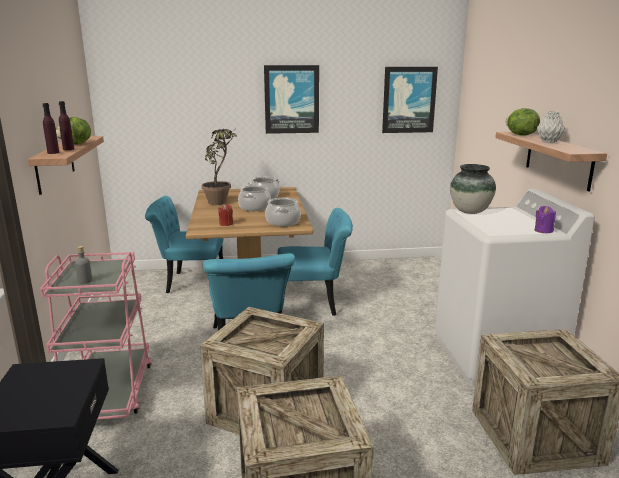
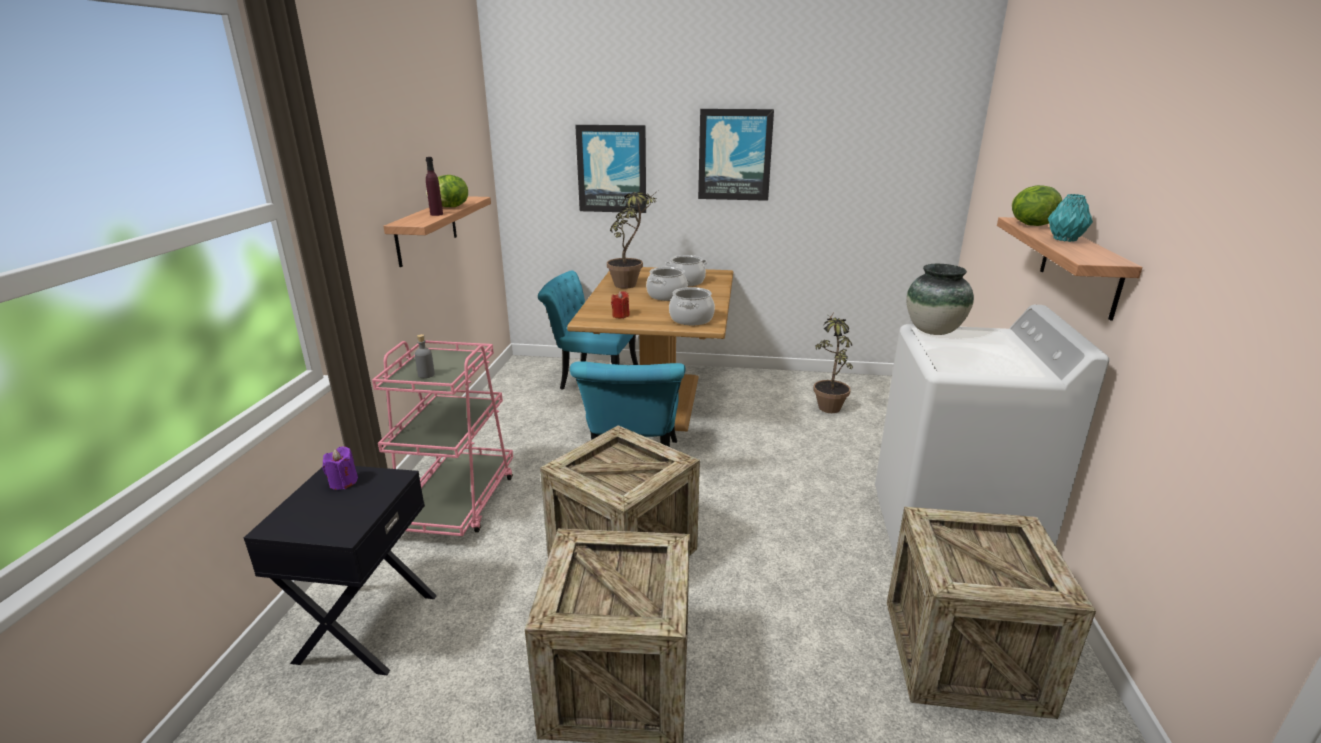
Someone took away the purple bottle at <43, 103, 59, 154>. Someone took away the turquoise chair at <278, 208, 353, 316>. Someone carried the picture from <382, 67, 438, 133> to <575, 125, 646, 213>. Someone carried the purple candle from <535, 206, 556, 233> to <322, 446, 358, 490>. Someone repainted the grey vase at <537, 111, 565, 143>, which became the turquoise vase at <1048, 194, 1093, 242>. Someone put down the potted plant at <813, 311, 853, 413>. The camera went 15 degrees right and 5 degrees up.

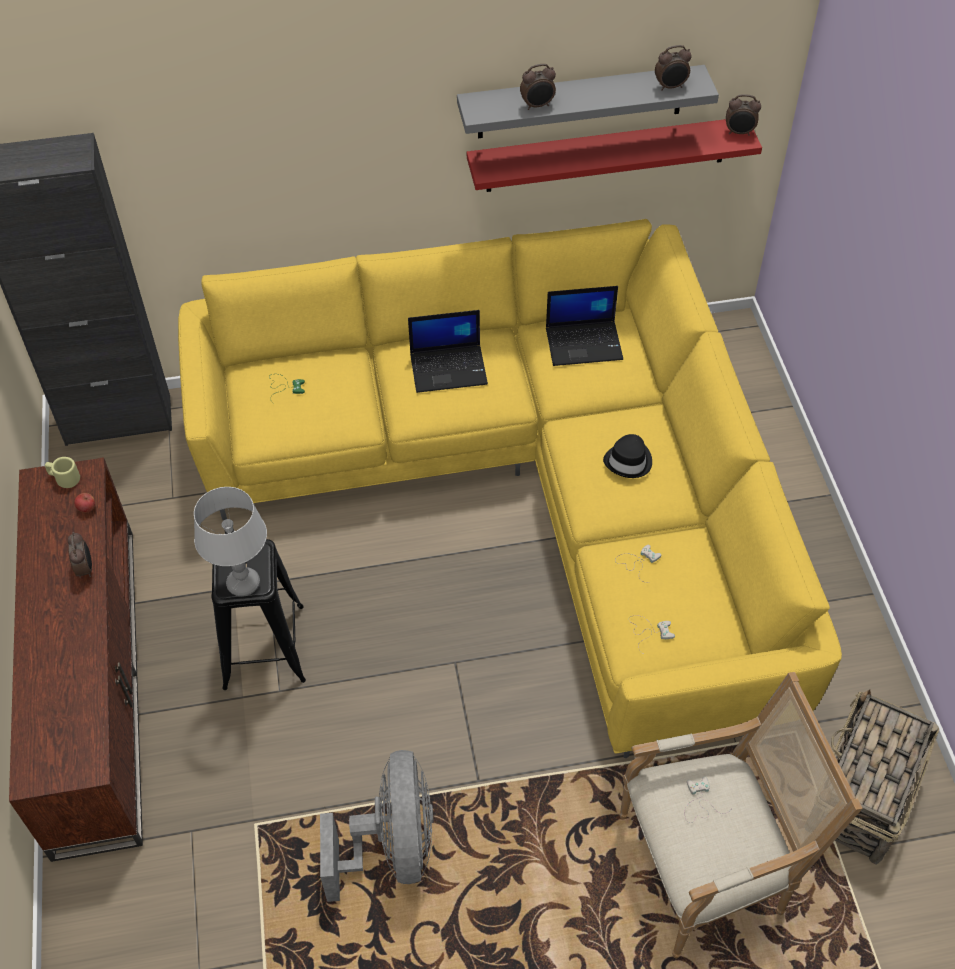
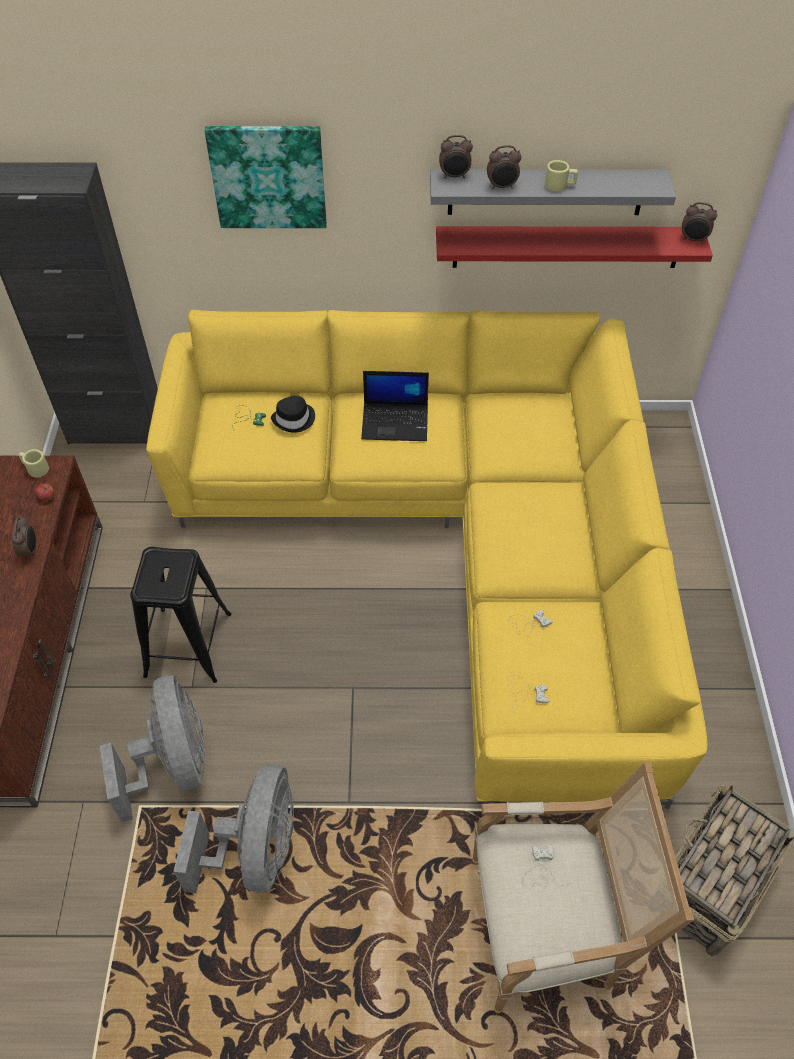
Someone took away the grey table lamp at <194, 487, 267, 597>. Someone took away the laptop at <546, 286, 623, 366>. Someone carried the black hat from <603, 434, 652, 478> to <271, 396, 315, 433>. Someone carried the alarm clock from <655, 45, 692, 91> to <439, 135, 473, 179>. Someone put down the grey fan at <100, 675, 205, 822>. Someone put up the picture at <204, 126, 327, 228>. Someone put down the beige mug at <545, 160, 578, 192>. The camera went 10 degrees right and 0 degrees up.

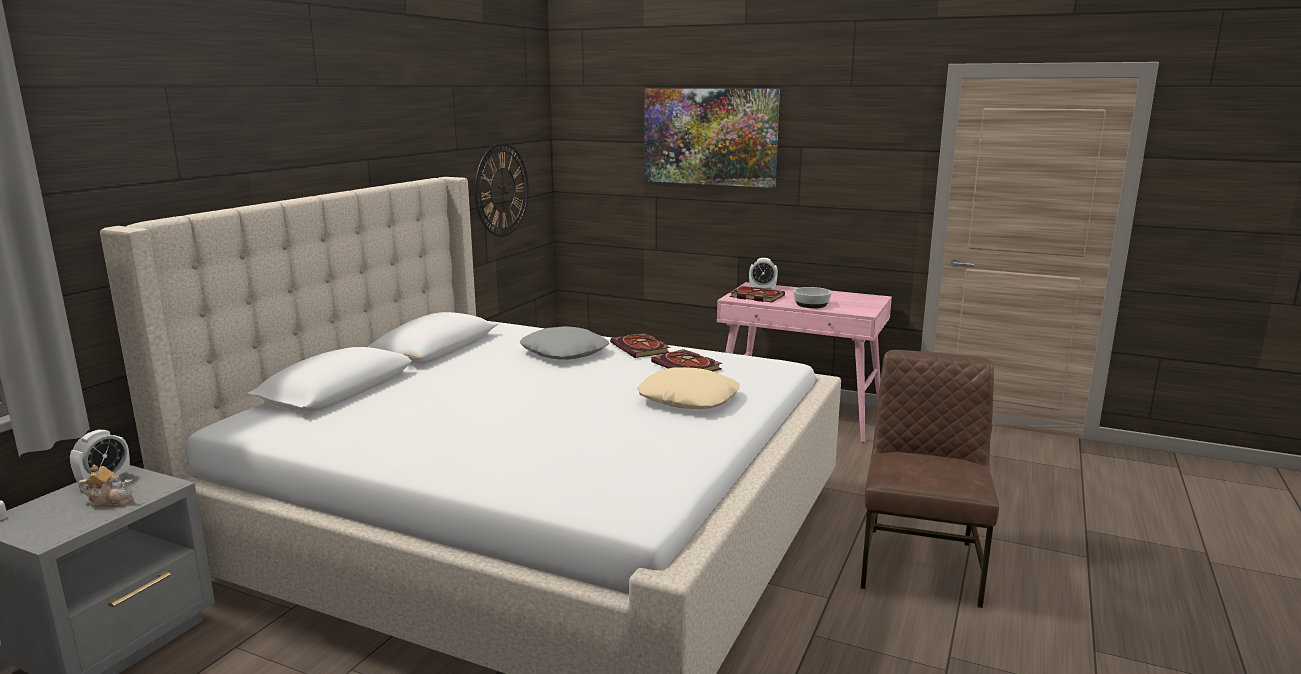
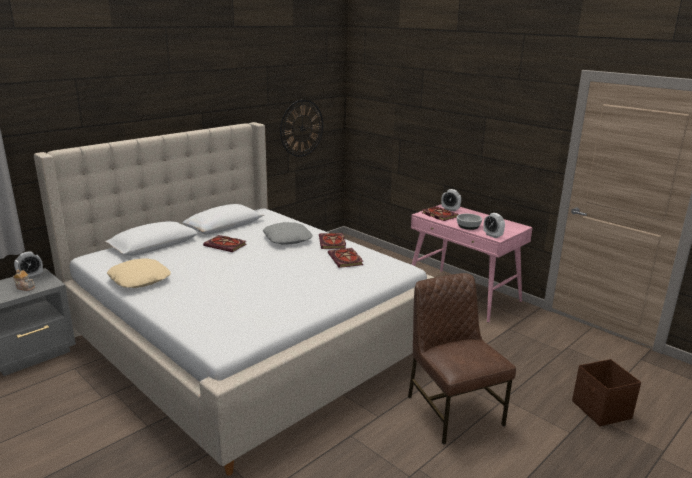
Someone carried the beige pillow from <637, 367, 740, 409> to <107, 258, 171, 288>. Someone took away the picture at <644, 89, 780, 188>. Someone rotated the brown chair at <861, 350, 999, 608> by 60 degrees counterclockwise. Someone put down the book at <203, 235, 247, 252>. Someone put down the alarm clock at <484, 213, 505, 238>. Someone put down the brown storage box at <572, 359, 641, 426>. The camera went 20 degrees right and 5 degrees up.

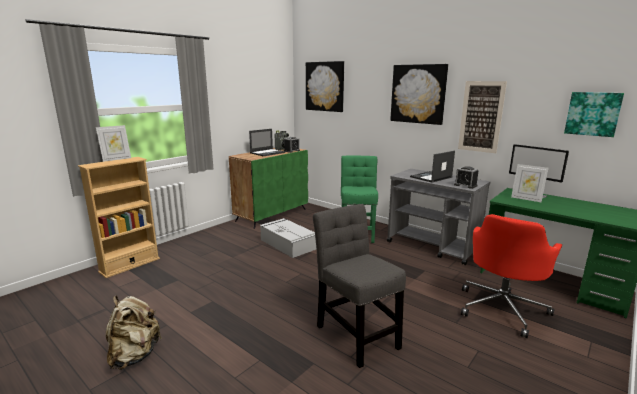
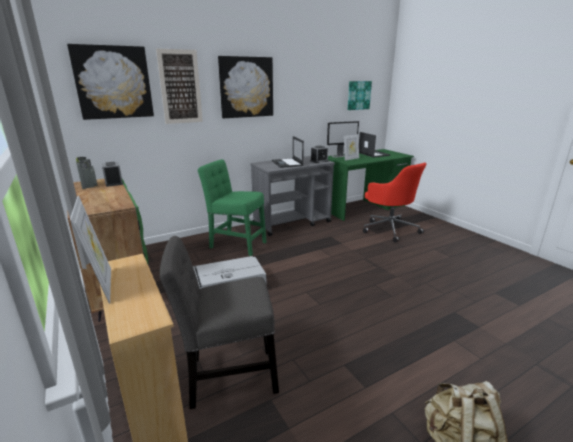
Someone carried the laptop from <249, 129, 285, 156> to <359, 132, 390, 158>. Someone carried the grey chair from <313, 204, 406, 368> to <160, 236, 279, 409>. Someone carried the picture from <458, 81, 507, 153> to <156, 48, 203, 124>. The camera went 70 degrees left and 5 degrees up.

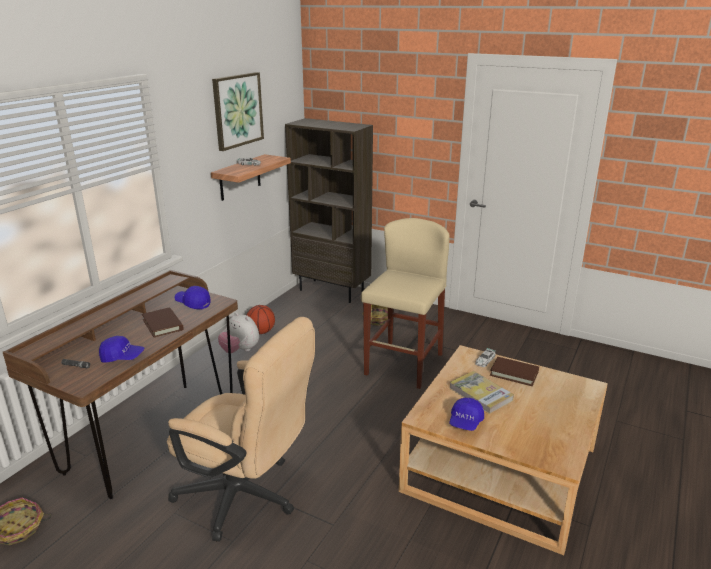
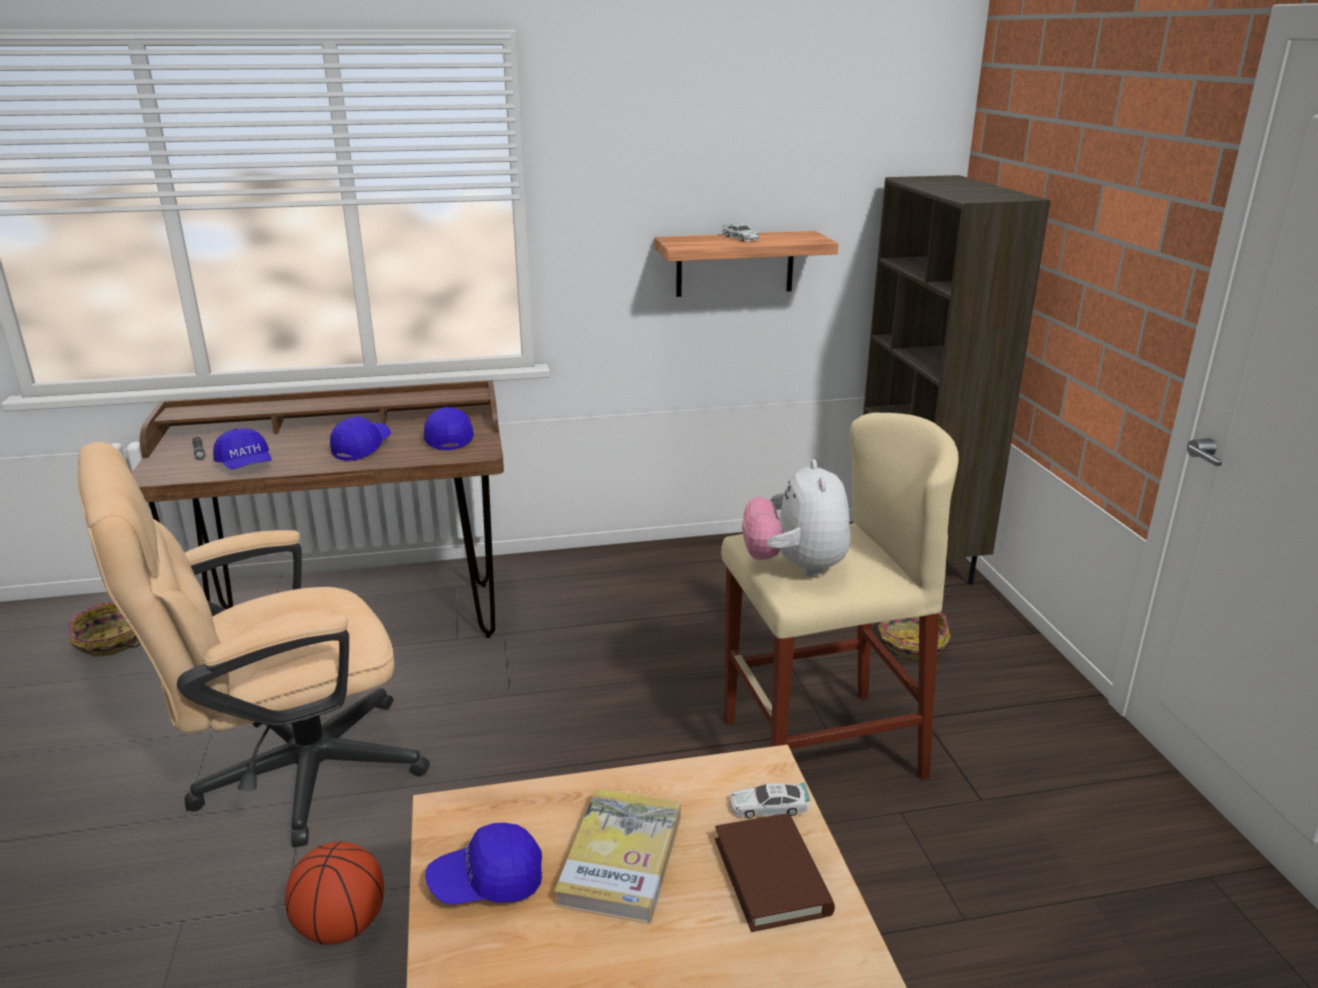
Someone swapped the brown book at <142, 307, 184, 338> for the blue cap at <330, 417, 391, 461>. Someone rotated the beige office chair at <167, 317, 315, 542> by 75 degrees clockwise. Someone took away the picture at <212, 72, 264, 151>. Someone carried the plush toy from <218, 313, 259, 353> to <742, 459, 851, 577>. Someone carried the basketball from <247, 305, 275, 334> to <285, 841, 384, 945>. The camera went 50 degrees right and 0 degrees up.

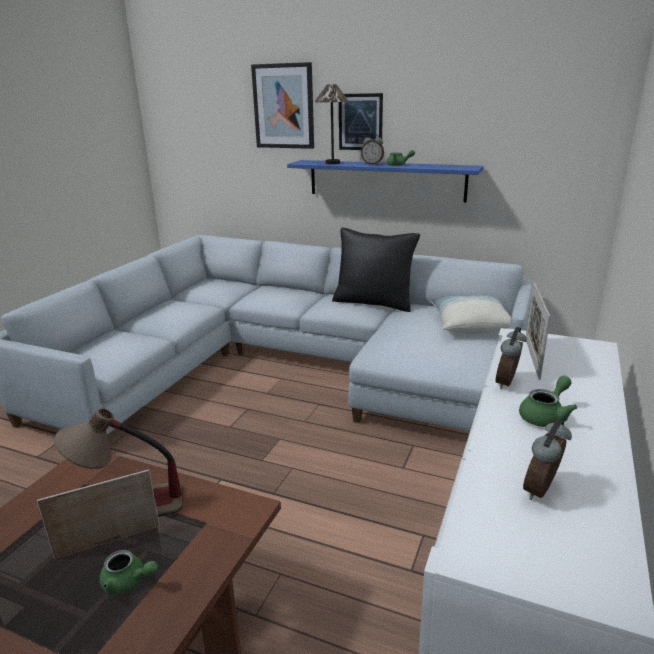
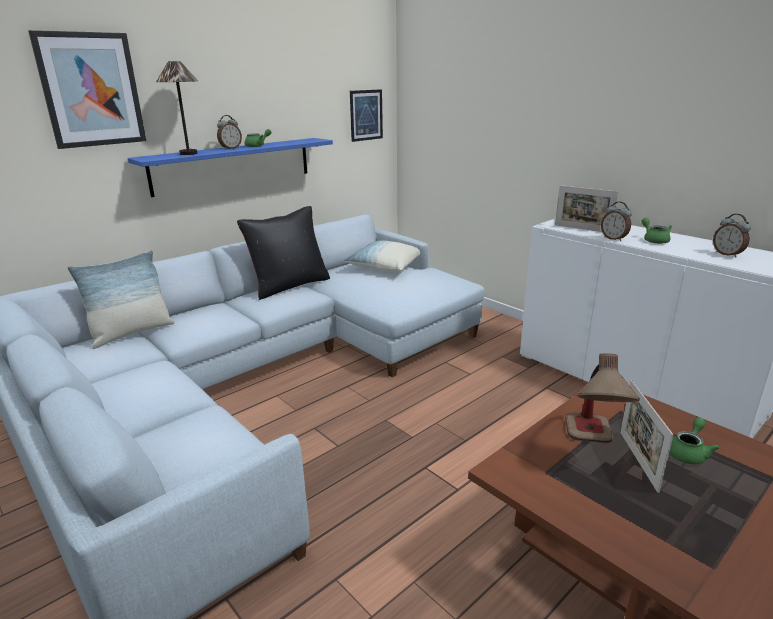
Someone carried the picture from <339, 93, 383, 150> to <350, 89, 383, 142>. Someone put down the pillow at <68, 250, 175, 349>. The camera went 65 degrees left and 0 degrees up.

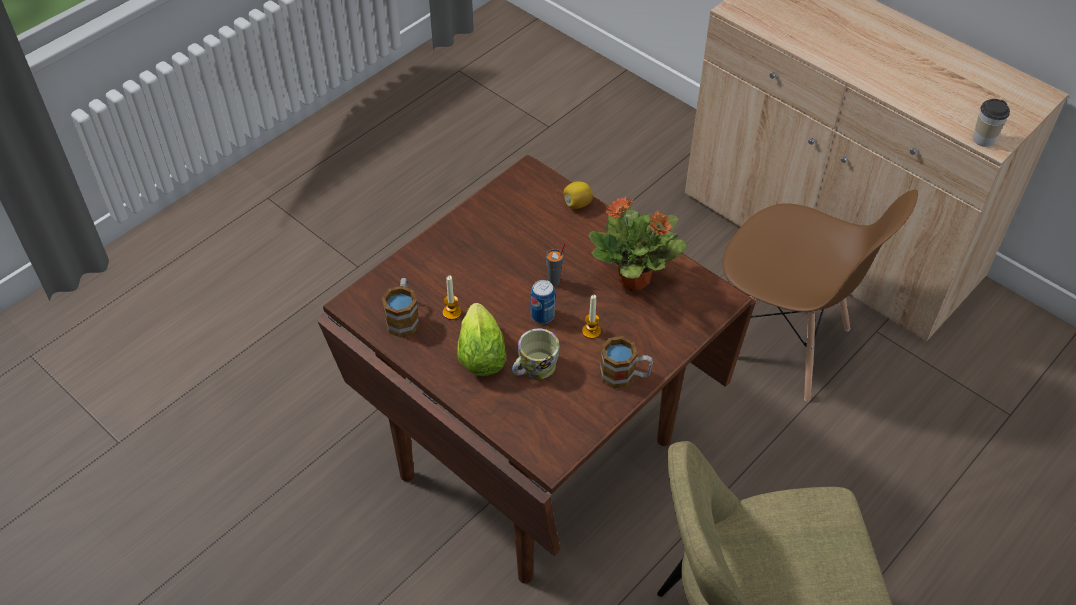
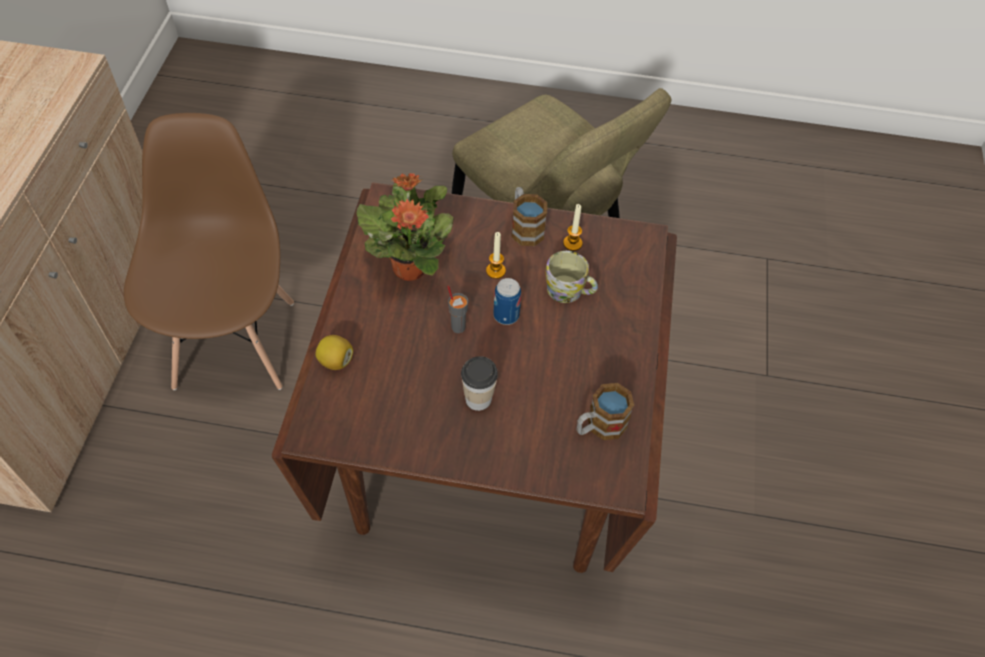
Someone carried the candle from <443, 275, 461, 320> to <563, 204, 583, 251>. Someone took away the lettuce at <457, 303, 506, 376>. Someone carried the cup from <973, 99, 1010, 147> to <461, 356, 498, 411>. The camera went 125 degrees left and 5 degrees up.

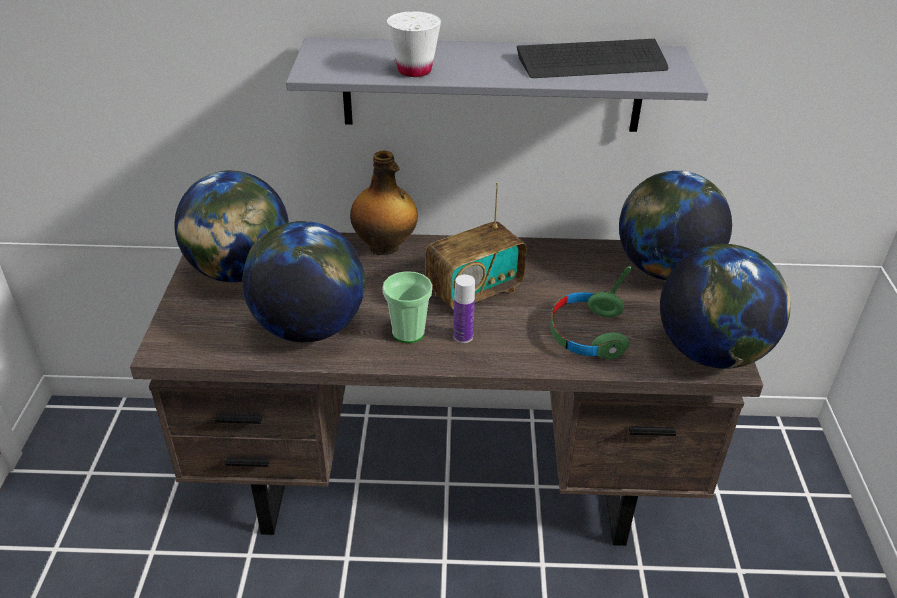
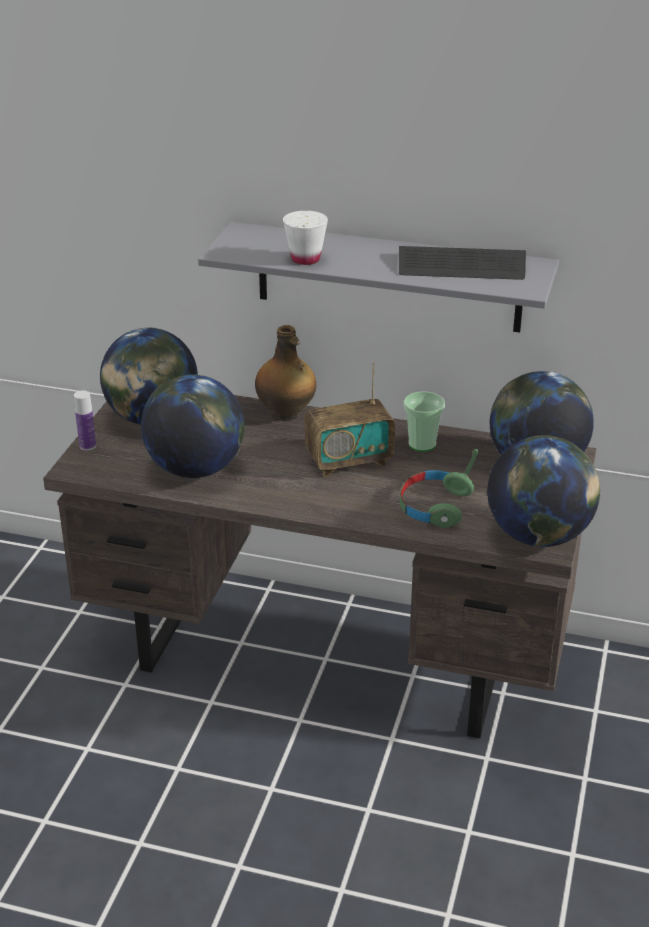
Someone carried the cup from <383, 271, 432, 343> to <404, 391, 445, 452>. Someone carried the bottle from <453, 274, 475, 343> to <74, 390, 96, 451>. The camera went 15 degrees right and 5 degrees down.

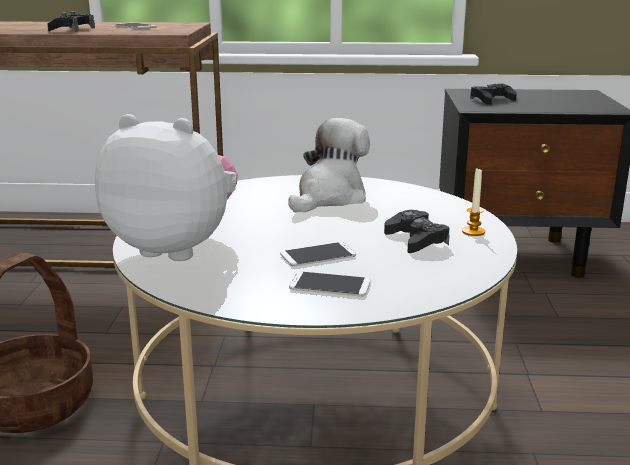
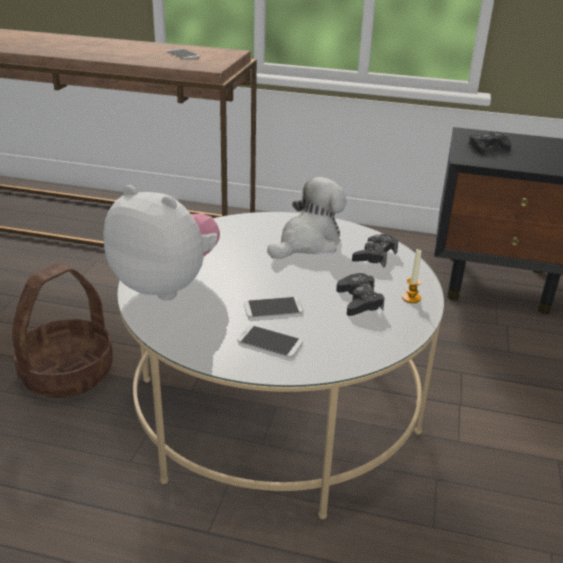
Someone carried the black game controller from <48, 11, 95, 31> to <352, 234, 398, 268>. The camera went 10 degrees right and 10 degrees up.

